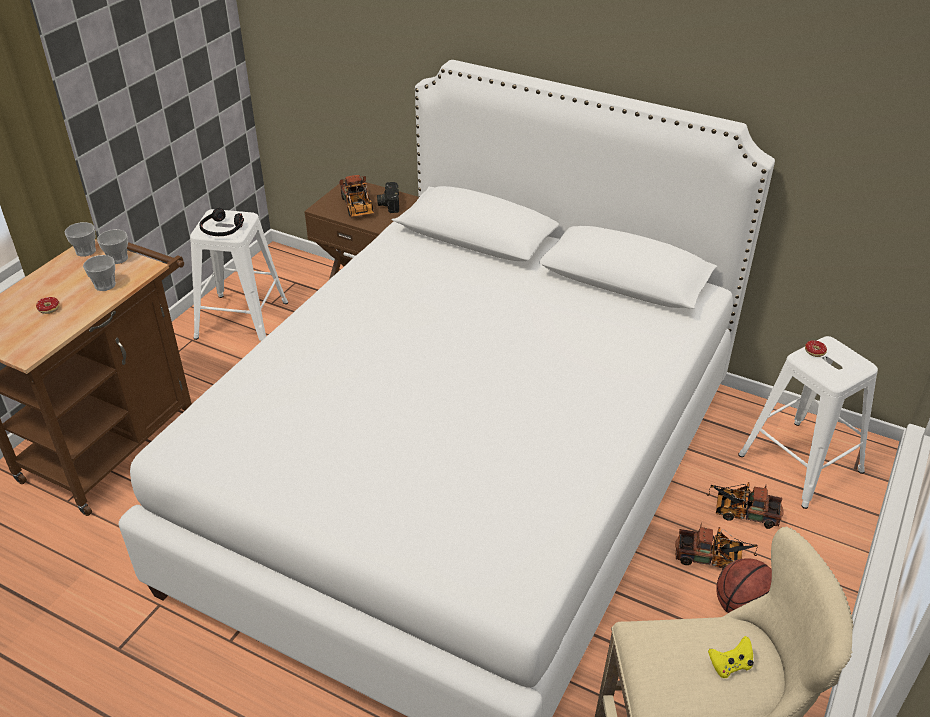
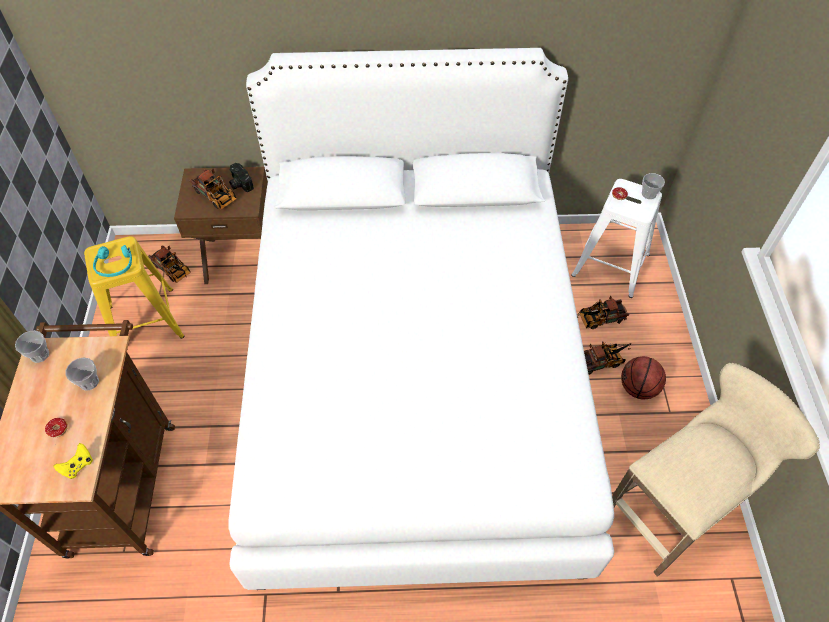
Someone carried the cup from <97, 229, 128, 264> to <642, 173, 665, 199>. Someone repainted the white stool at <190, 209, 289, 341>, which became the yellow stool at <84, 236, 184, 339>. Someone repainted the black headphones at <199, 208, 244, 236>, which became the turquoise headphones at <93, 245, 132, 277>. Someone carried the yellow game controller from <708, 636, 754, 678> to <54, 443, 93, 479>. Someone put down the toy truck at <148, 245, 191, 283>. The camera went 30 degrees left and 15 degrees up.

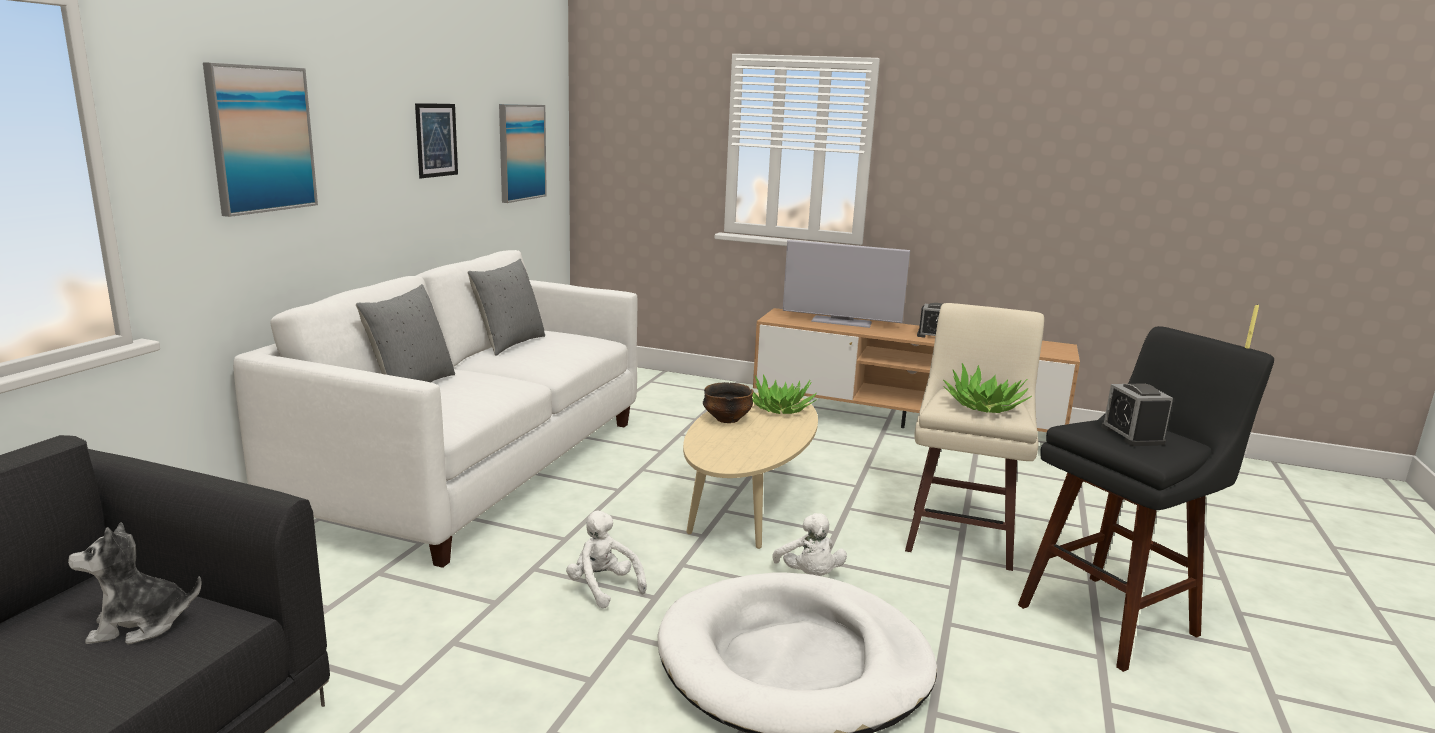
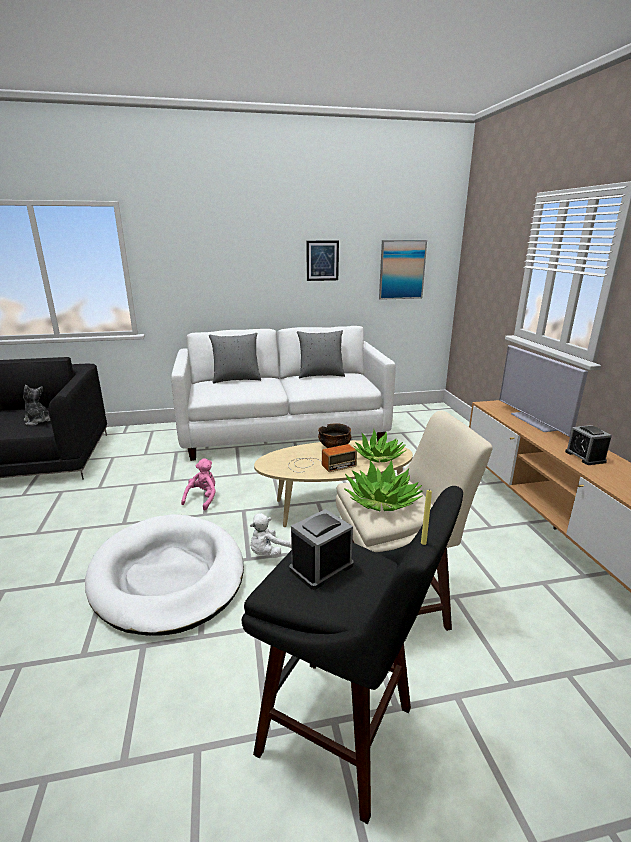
Someone took away the picture at <203, 62, 318, 217>. Someone repainted the white plush toy at <566, 511, 647, 609>, which became the pink plush toy at <181, 458, 216, 510>. Someone put down the radio at <288, 444, 357, 473>. The camera went 60 degrees right and 5 degrees up.

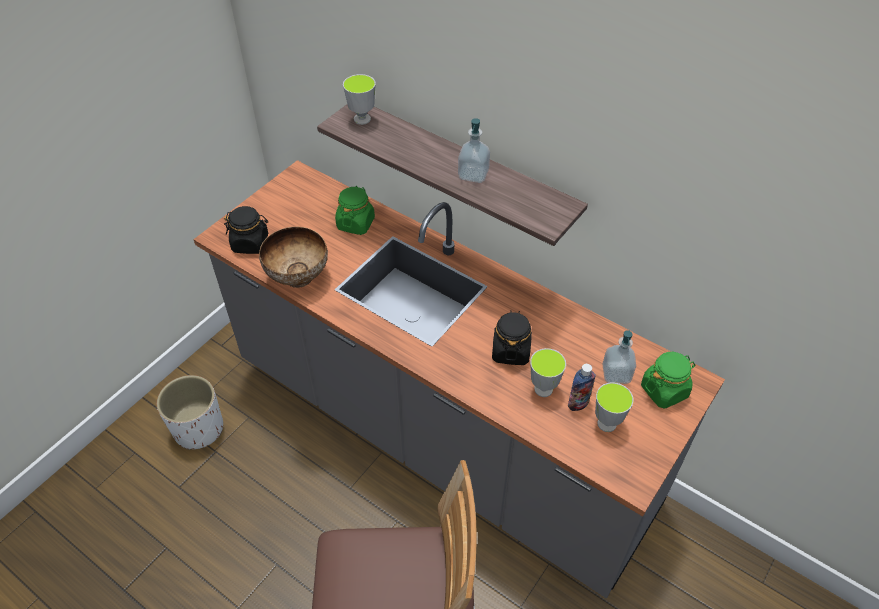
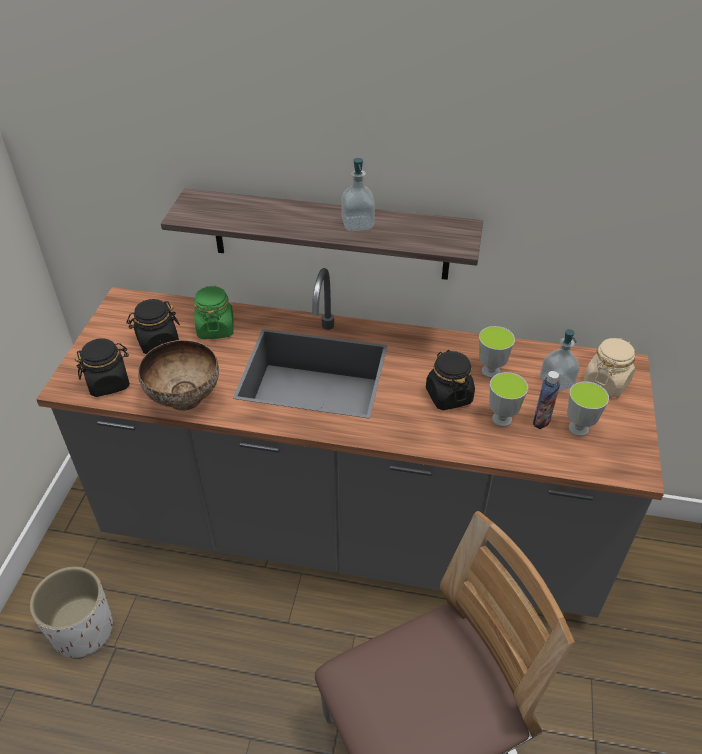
Someone carried the cup from <343, 74, 376, 125> to <479, 326, 515, 378>. Someone repainted the green jar at <641, 352, 695, 409>, which became the beige jar at <583, 338, 635, 397>. Someone put down the black jar at <127, 299, 180, 354>. The camera went 25 degrees left and 5 degrees down.

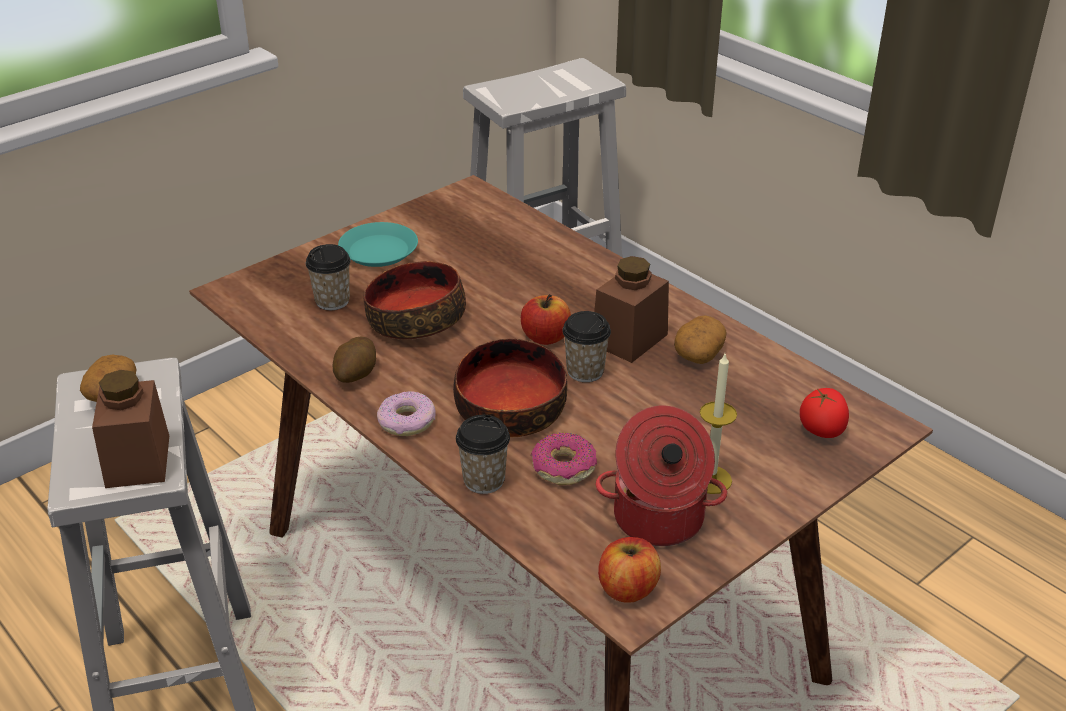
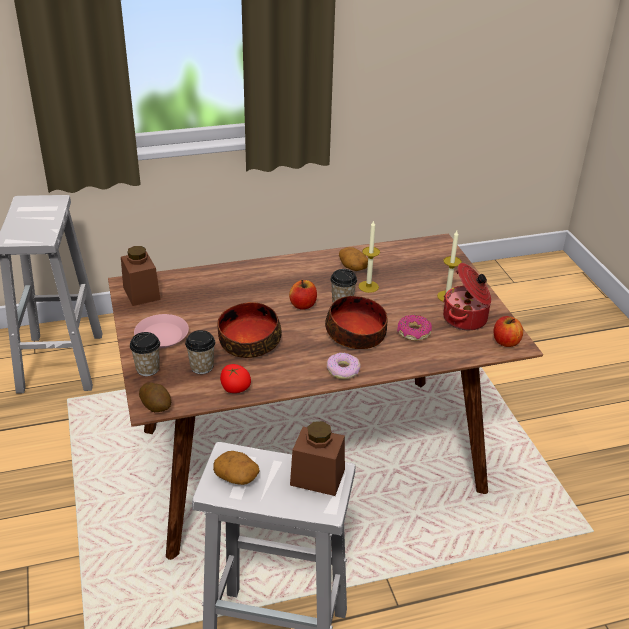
Someone carried the potato from <333, 337, 376, 383> to <139, 382, 171, 412>. Someone repainted the turquoise plate at <338, 222, 418, 267>, which became the pink plate at <134, 314, 189, 348>. Someone carried the cup from <456, 415, 510, 494> to <130, 332, 160, 376>. Someone carried the brown jar from <594, 256, 669, 363> to <121, 246, 161, 306>. Someone carried the tomato from <800, 388, 849, 438> to <220, 364, 251, 393>. Someone put down the candle at <359, 220, 380, 293>. The camera went 65 degrees left and 0 degrees up.

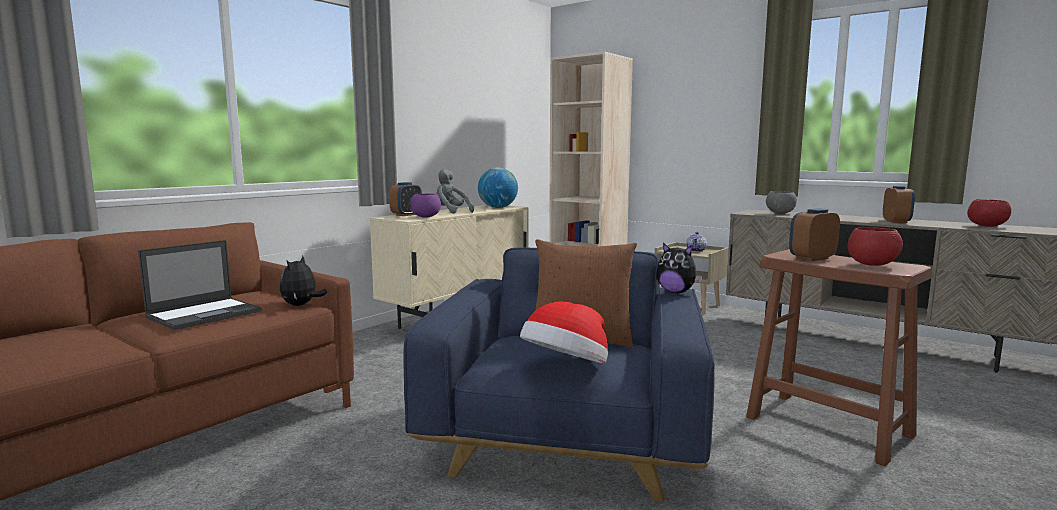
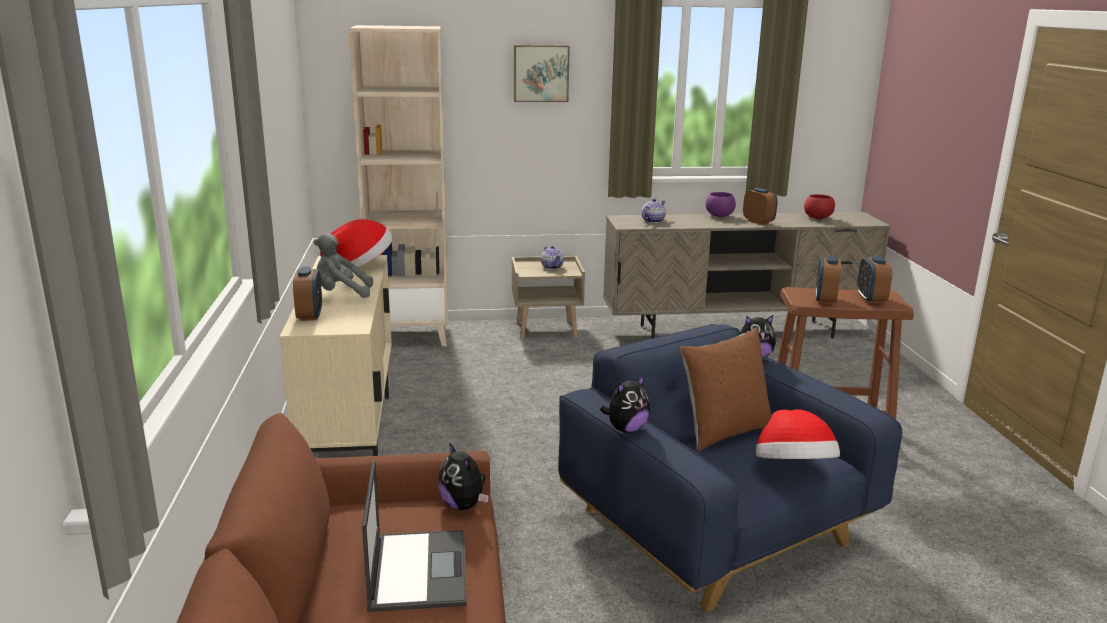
Someone carried the purple bowl from <411, 194, 441, 218> to <706, 192, 736, 217>. Someone swapped the globe at <478, 168, 518, 208> for the hat at <320, 219, 393, 271>. Someone swapped the grey bowl at <766, 191, 797, 214> for the teapot at <642, 198, 666, 223>. Someone swapped the red bowl at <848, 227, 903, 266> for the alarm clock at <857, 255, 892, 304>. Someone put up the picture at <514, 45, 570, 102>. Someone put down the plush toy at <600, 375, 650, 433>. The camera went 45 degrees left and 10 degrees up.

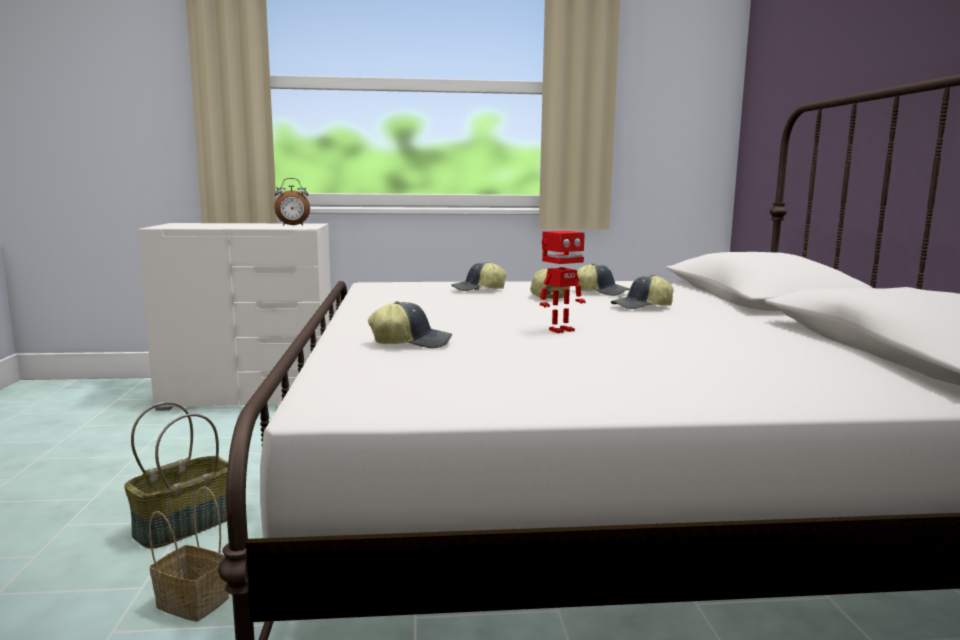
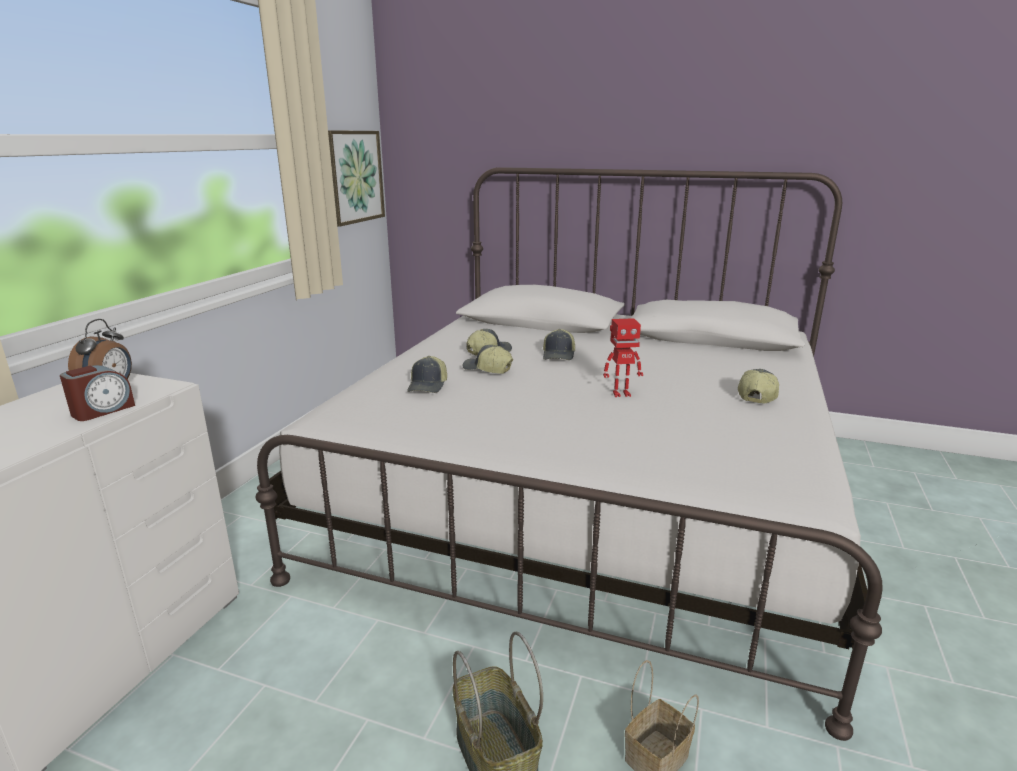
Someone carried the cap from <368, 301, 452, 348> to <738, 369, 779, 403>. Someone rotated the toy robot at <540, 231, 586, 333> by 90 degrees clockwise. Someone put down the alarm clock at <60, 365, 135, 421>. Someone put up the picture at <328, 130, 385, 227>. The camera went 65 degrees left and 10 degrees up.

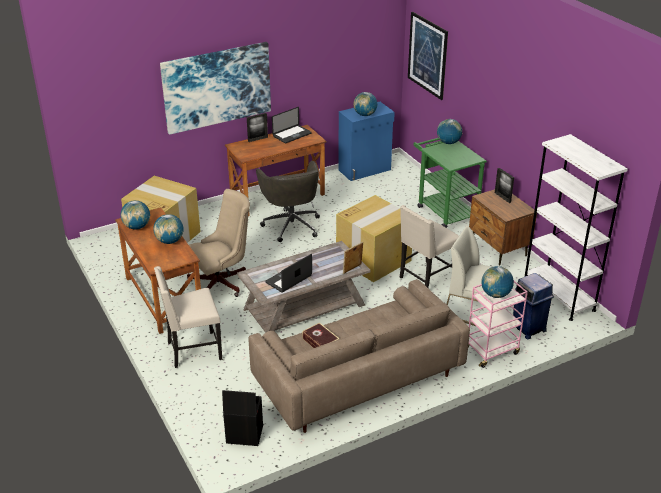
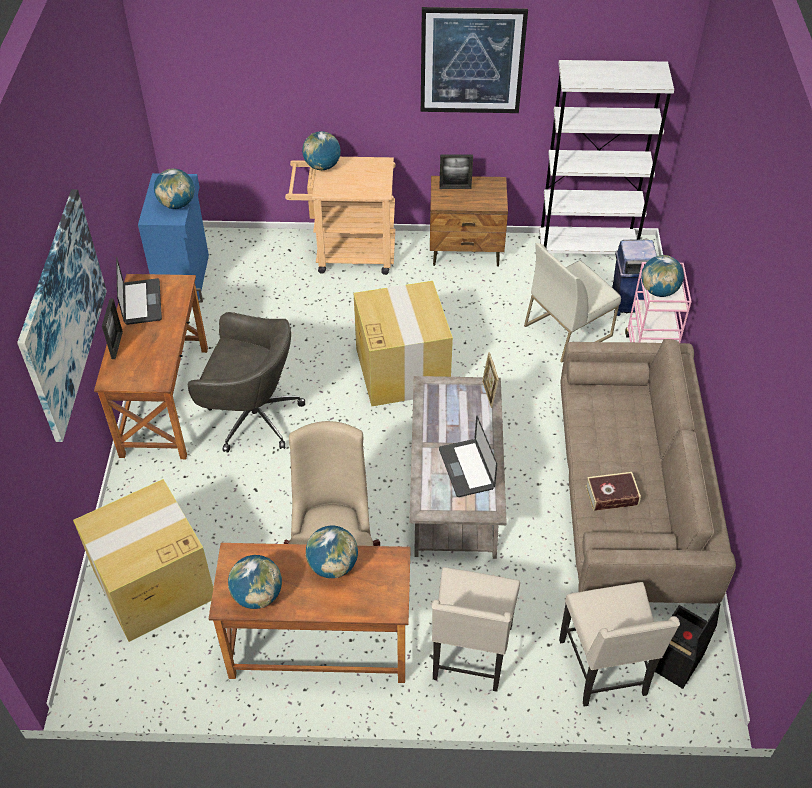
Someone carried the beige chair from <400, 205, 459, 288> to <559, 582, 680, 707>. Someone carried the picture from <408, 12, 448, 100> to <421, 7, 528, 113>. Someone repainted the green cart at <413, 138, 487, 228>, which became the beige cart at <285, 157, 396, 275>. The camera went 60 degrees left and 15 degrees up.

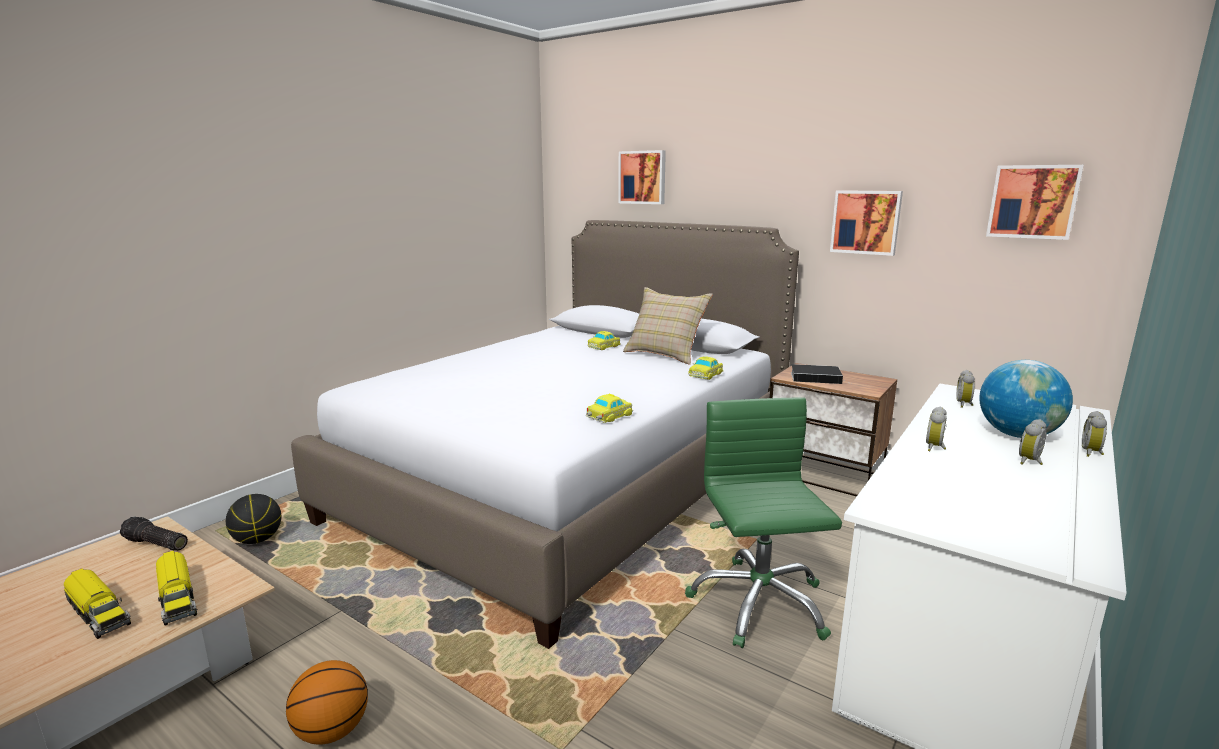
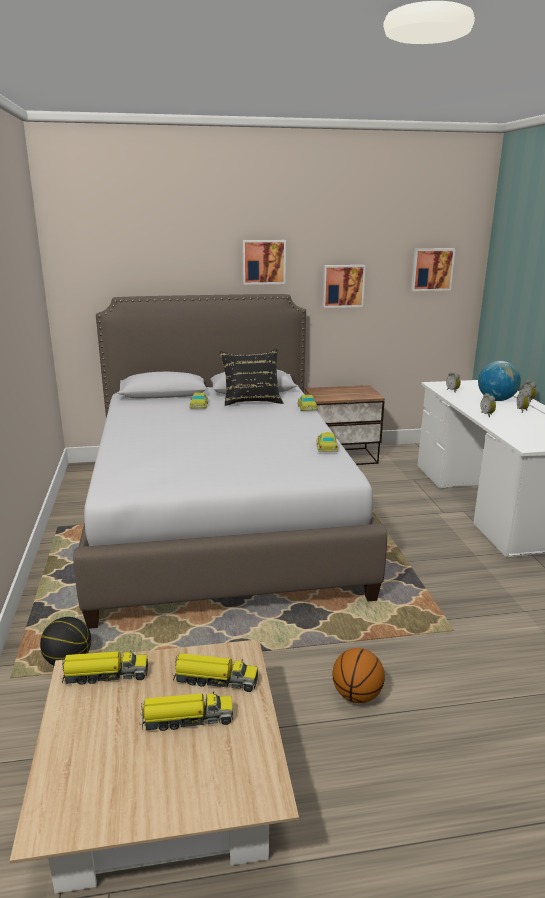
Someone swapped the flashlight at <120, 517, 188, 551> for the toy truck at <61, 650, 148, 685>. Someone carried the picture from <618, 150, 666, 204> to <242, 240, 286, 285>. Someone repainted the beige pillow at <623, 287, 713, 365>, which became the black pillow at <219, 349, 283, 406>. Someone took away the green office chair at <685, 397, 842, 648>. Someone took away the book at <791, 364, 847, 384>. The camera went 45 degrees left and 5 degrees up.

